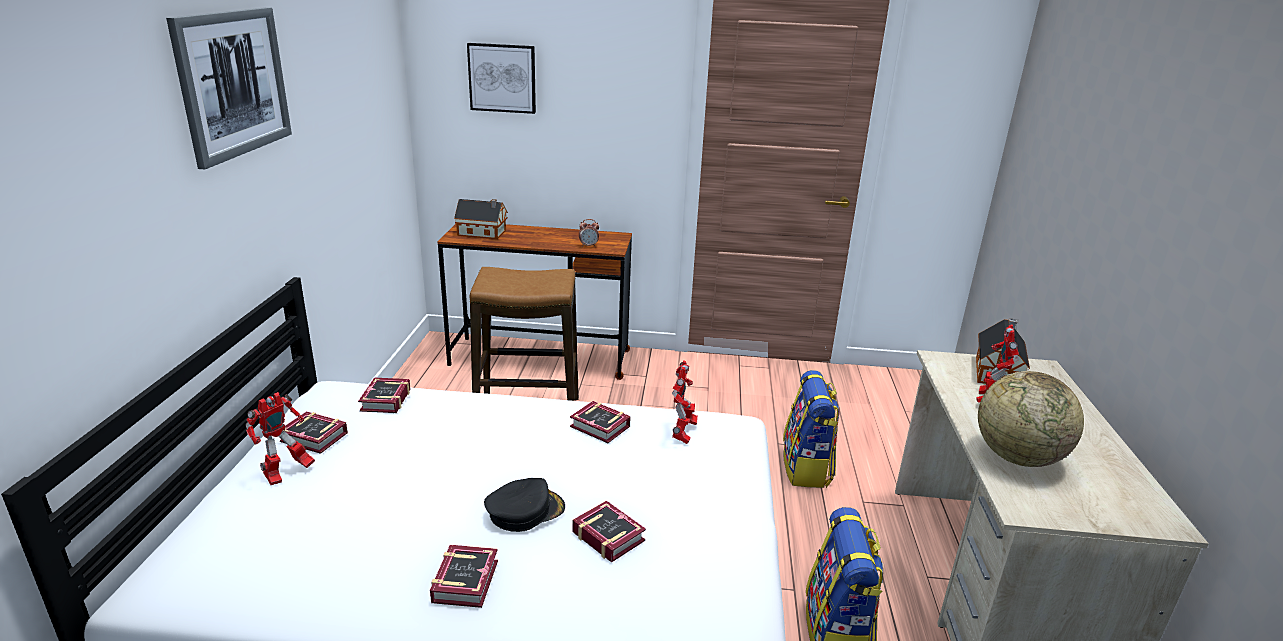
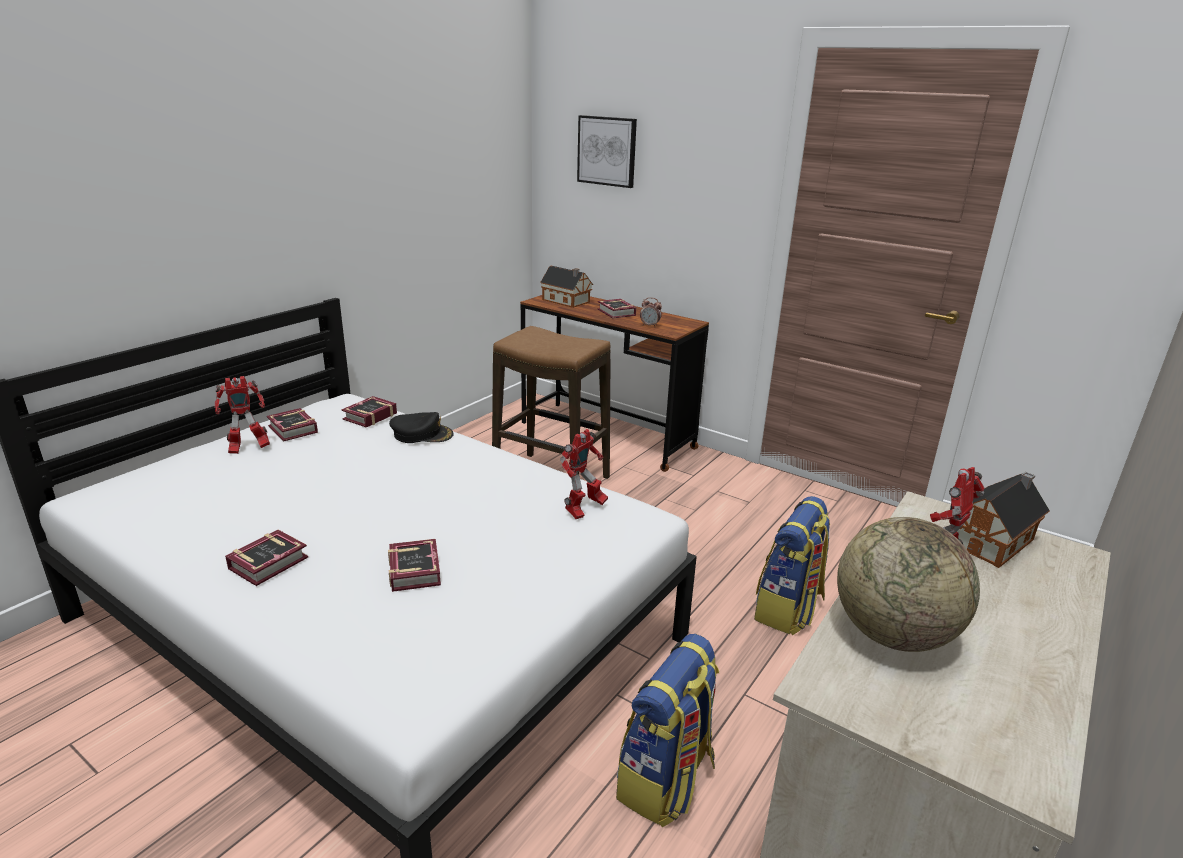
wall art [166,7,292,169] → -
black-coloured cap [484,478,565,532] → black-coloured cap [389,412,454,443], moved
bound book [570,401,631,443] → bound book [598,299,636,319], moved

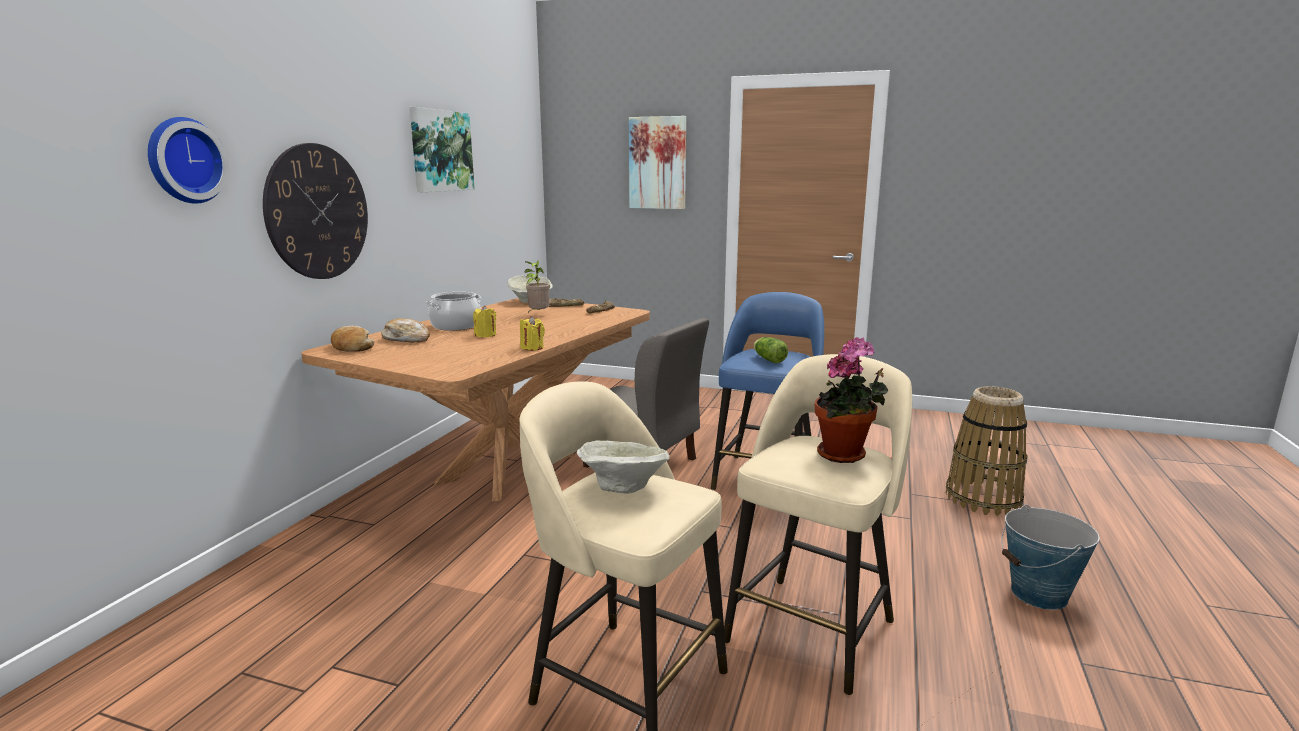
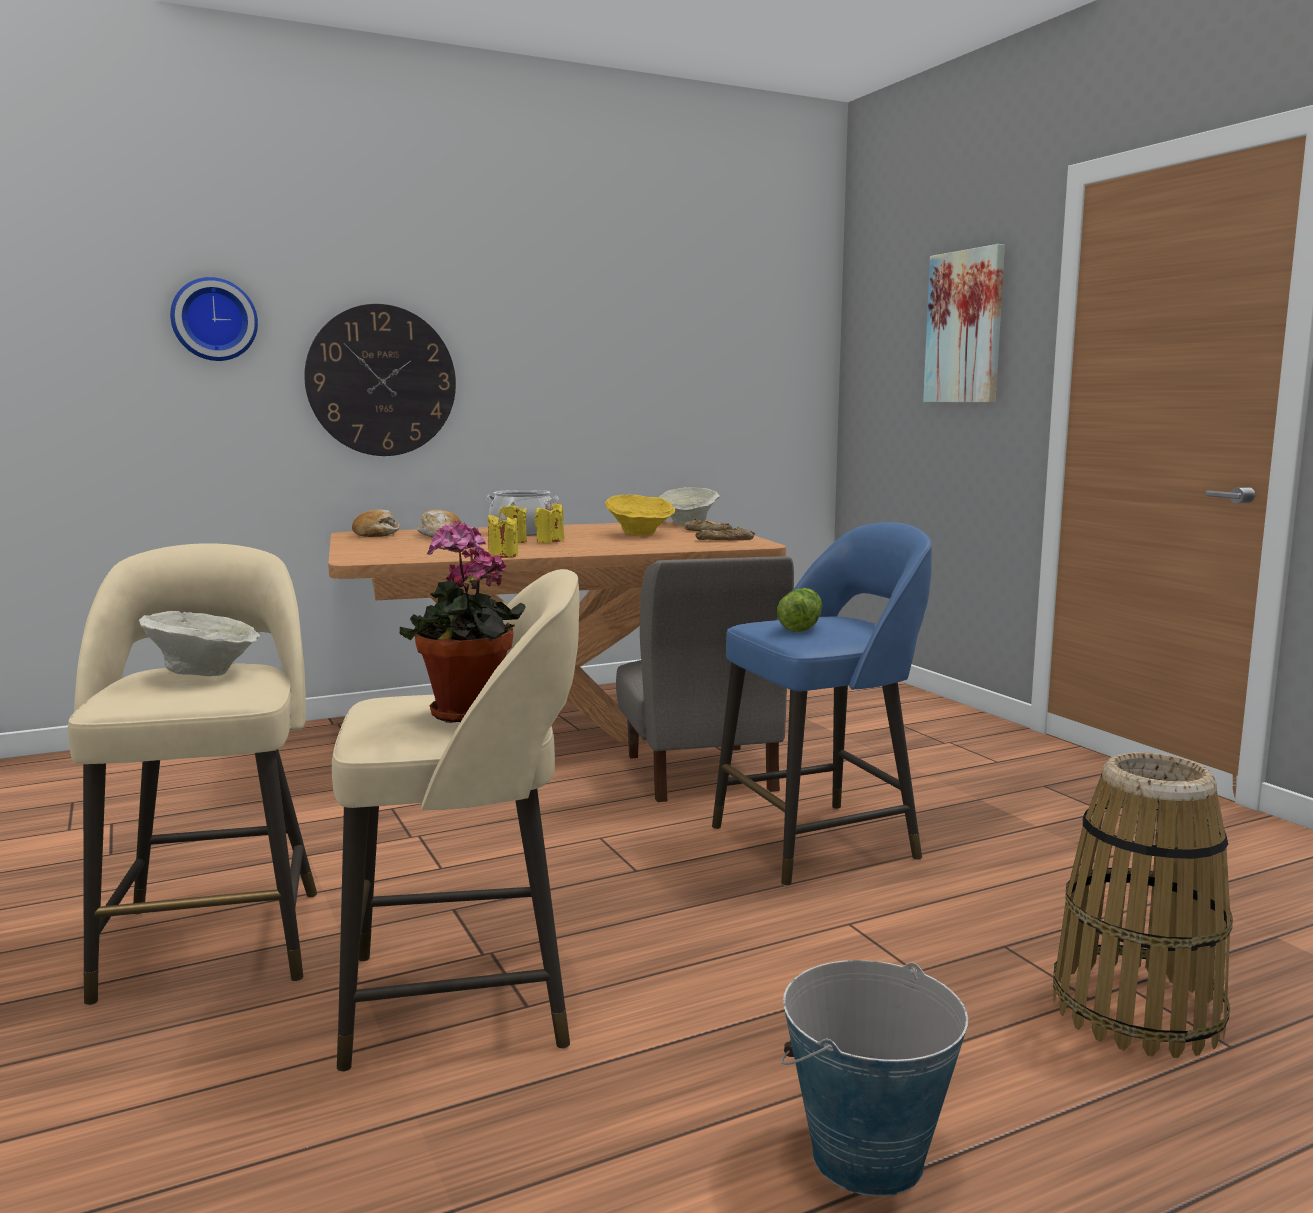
wall art [410,107,475,192] → -
plant in a pot [525,260,550,313] → yellow-coloured bowl [605,495,675,536]
- → yellow-coloured wax candle [534,501,564,543]

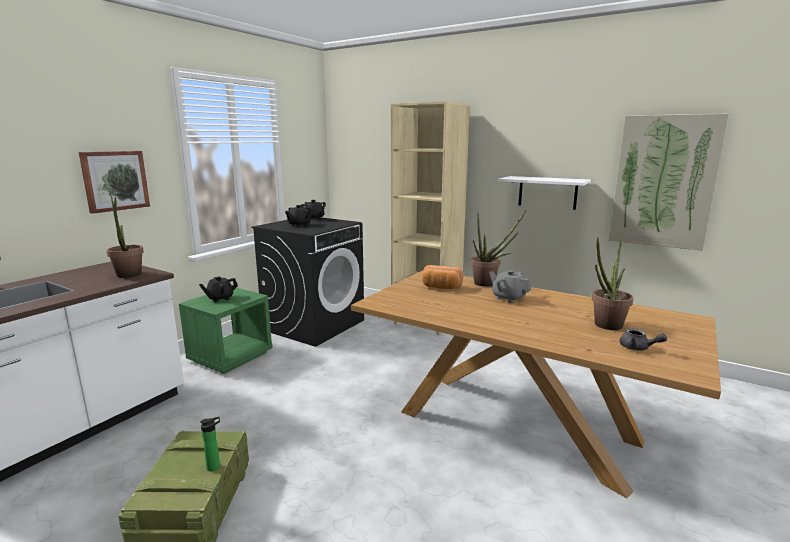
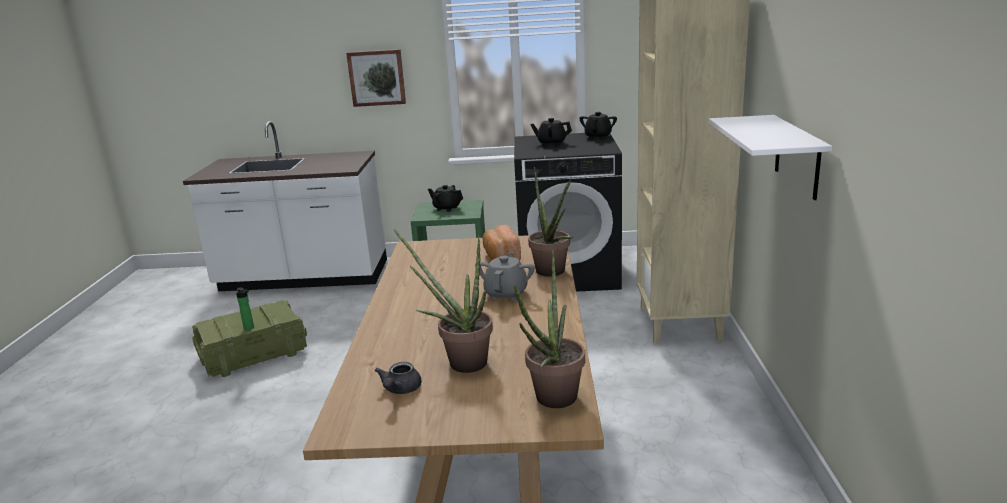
plant in a pot [106,194,144,278] → plant in a pot [514,250,585,408], moved
wall art [609,113,729,251] → -

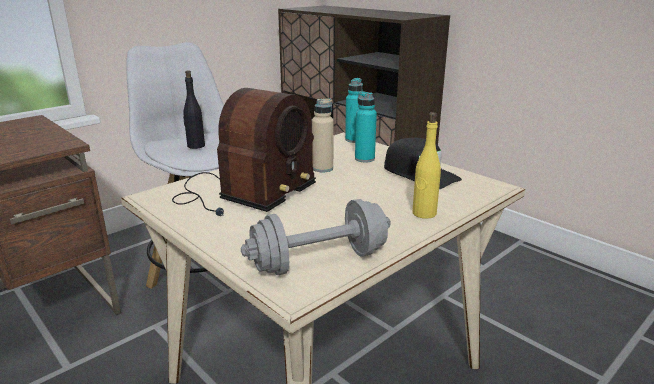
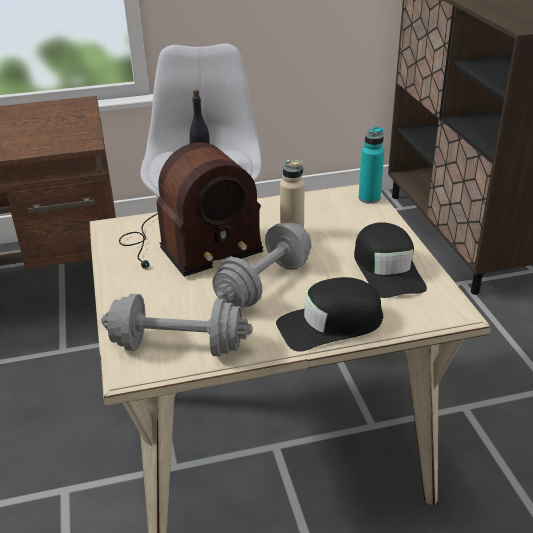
blue-green bottle [355,91,377,162] → -
yellow-coloured bottle [412,112,441,219] → black-coloured cap [276,277,383,352]
- → grey dumbbell [212,223,312,307]

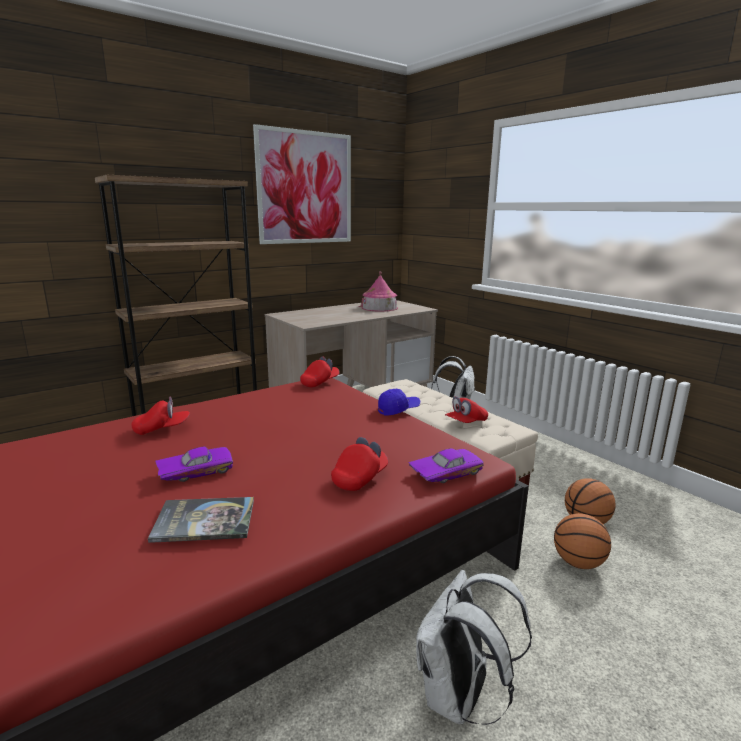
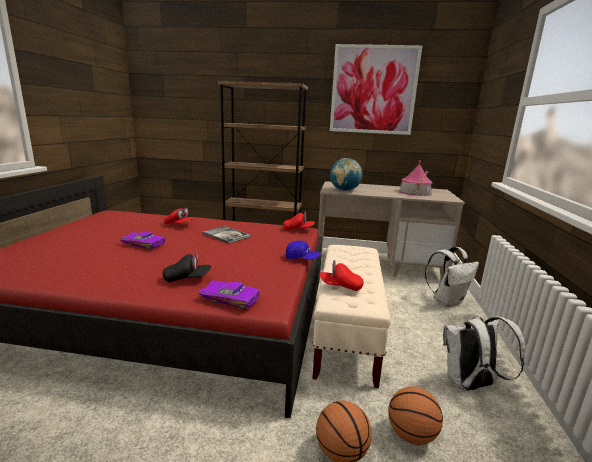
bound book [148,497,254,543] → bound book [203,226,251,244], moved
reddish cap [331,437,388,491] → black-coloured cap [162,251,211,282]
whitish knapsack [416,570,532,725] → whitish knapsack [443,316,525,391], moved
- → desk globe [330,158,362,191]

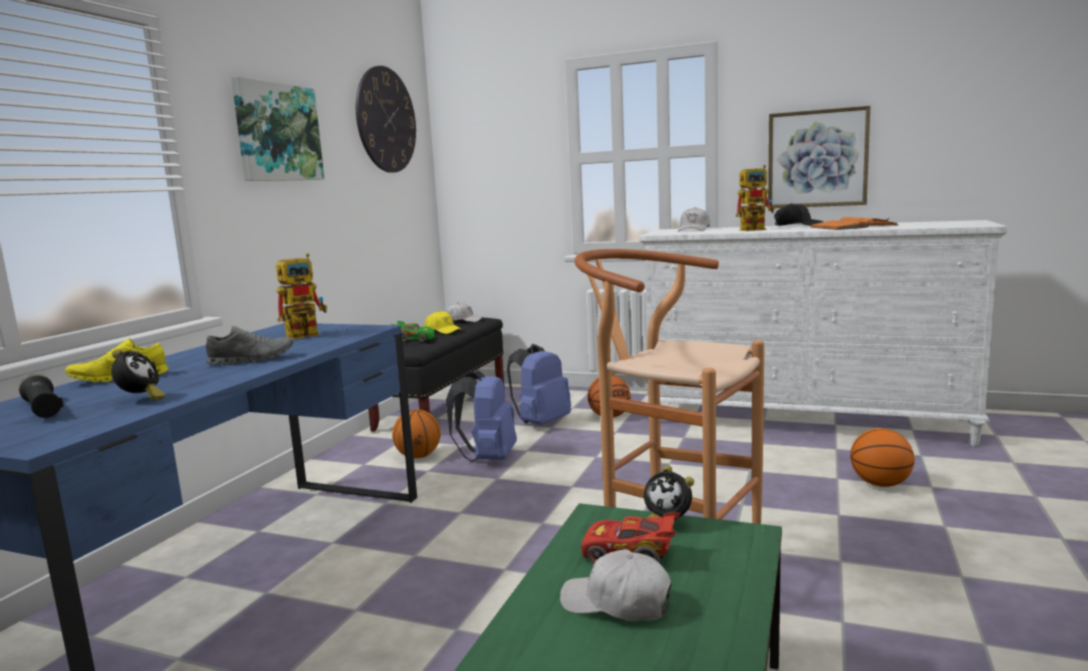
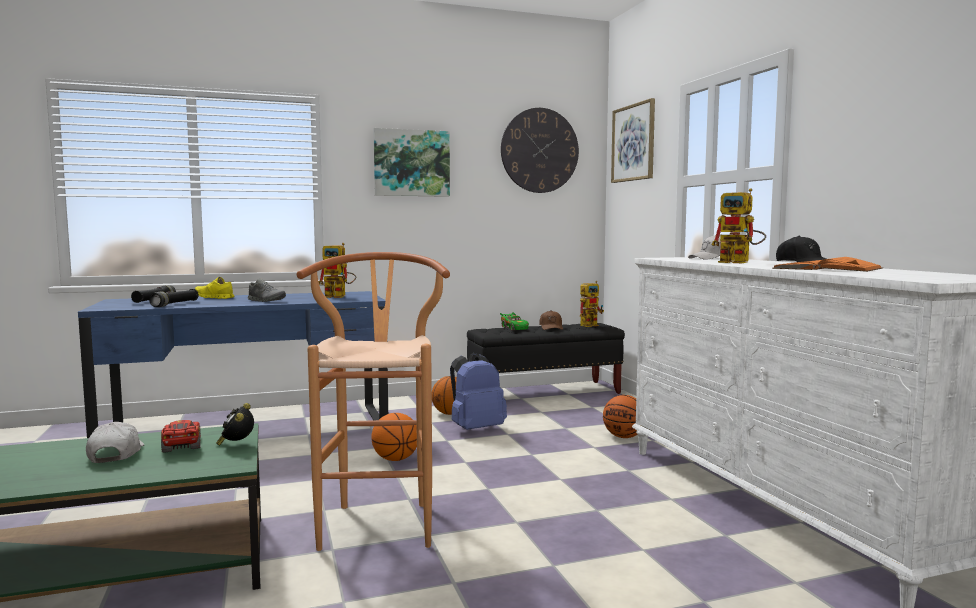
table clock [111,349,166,400] → black-coloured hand torch [149,289,199,307]
yellow-coloured cap [425,311,463,334] → brown-coloured cap [539,310,563,330]
whitish cap [445,302,483,322] → model robot [580,281,604,327]
blue knapsack [507,344,571,425] → -
wall art [768,106,870,208] → wall art [611,98,655,183], moved
ball for basketball [850,428,914,487] → ball for basketball [371,413,417,461], moved

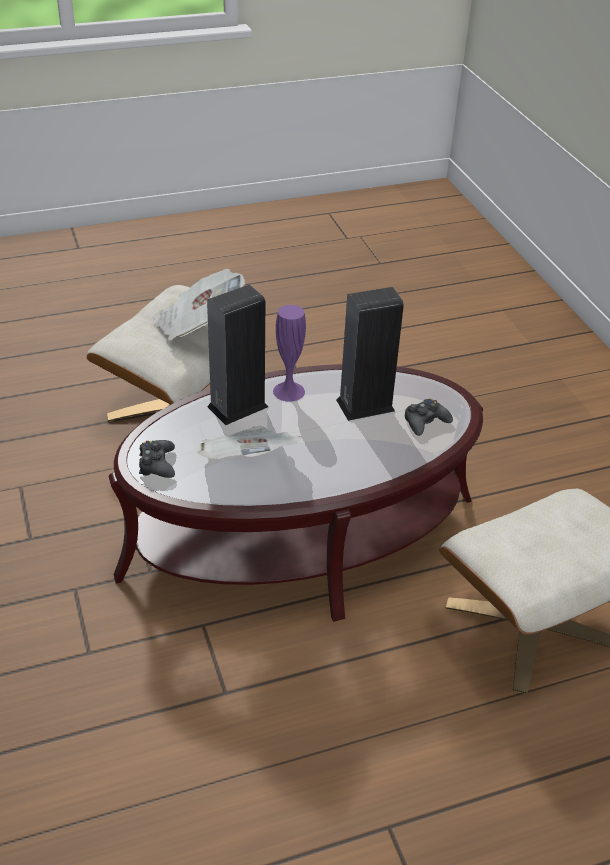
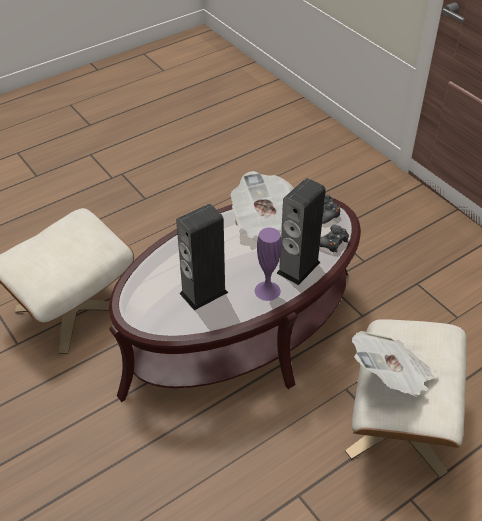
black-coloured gamepad [405,399,453,436] → black-coloured gamepad [320,225,349,253], moved

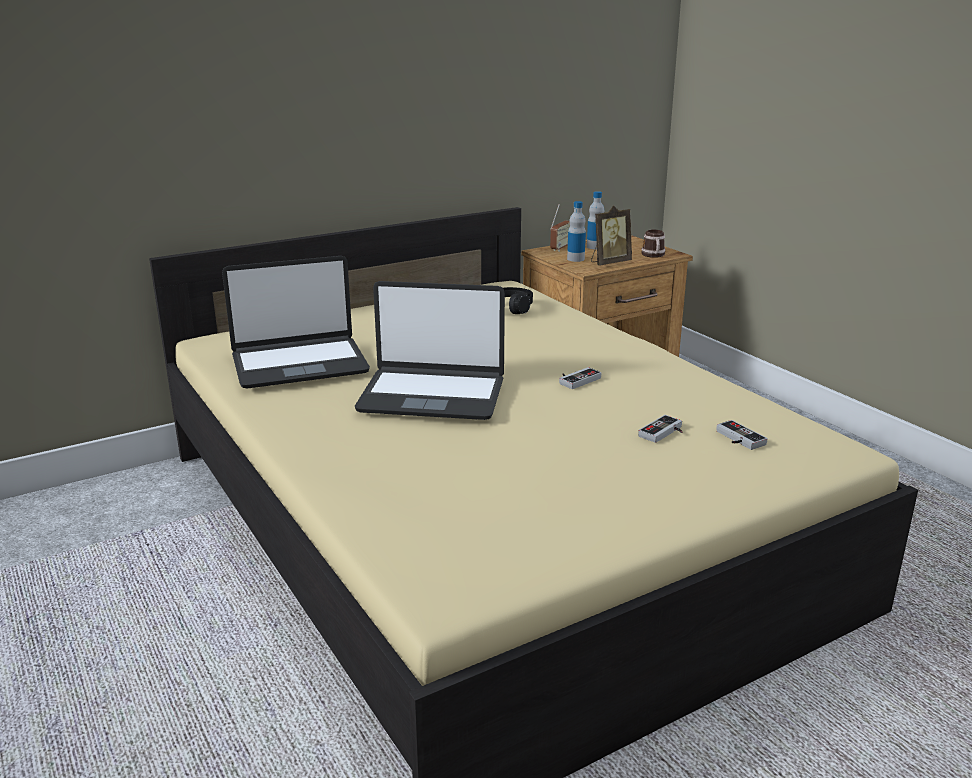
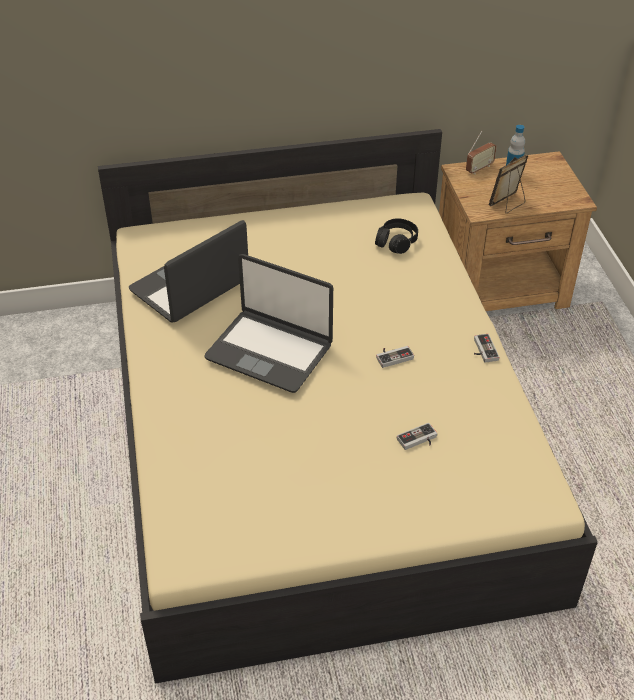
laptop [222,256,370,389] → laptop [129,220,248,323], 135 degrees clockwise
bottle [567,201,586,262] → -
photo frame [591,205,632,266] → photo frame [489,155,528,214], 150 degrees clockwise
tea mug [641,230,666,258] → -
gamepad [716,420,768,450] → gamepad [474,334,499,363], moved

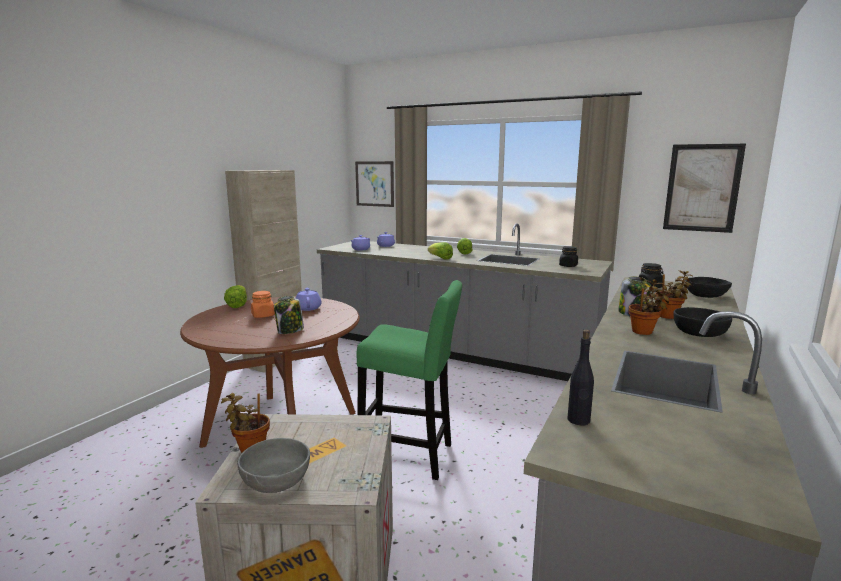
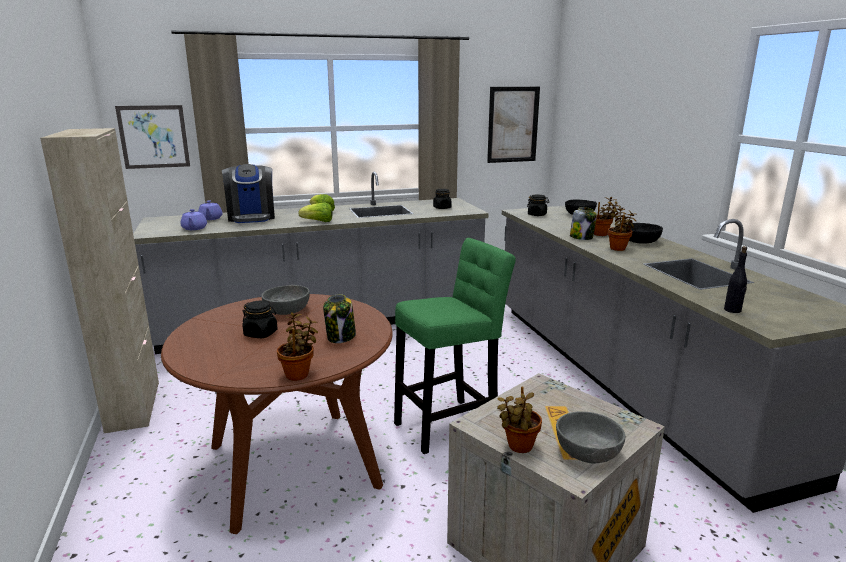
head of lettuce [224,285,247,308] → -
orange-coloured storage jar [251,291,275,318] → black-coloured storage jar [242,301,278,338]
purple tea pot [295,287,321,311] → grey bowl [262,285,310,315]
- → coffee maker [222,164,275,223]
- → plant in a pot [277,312,318,381]

